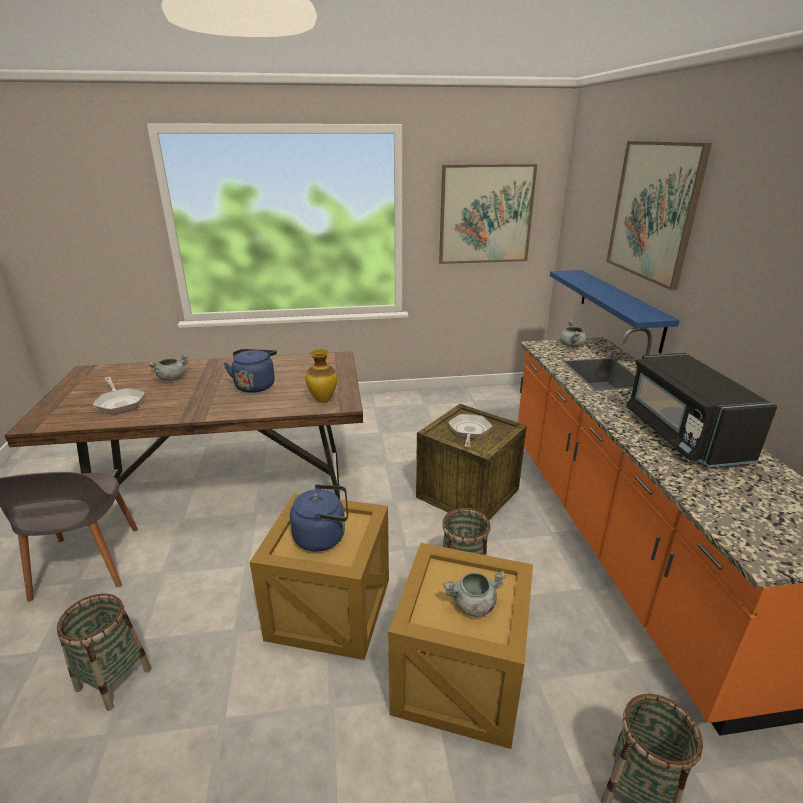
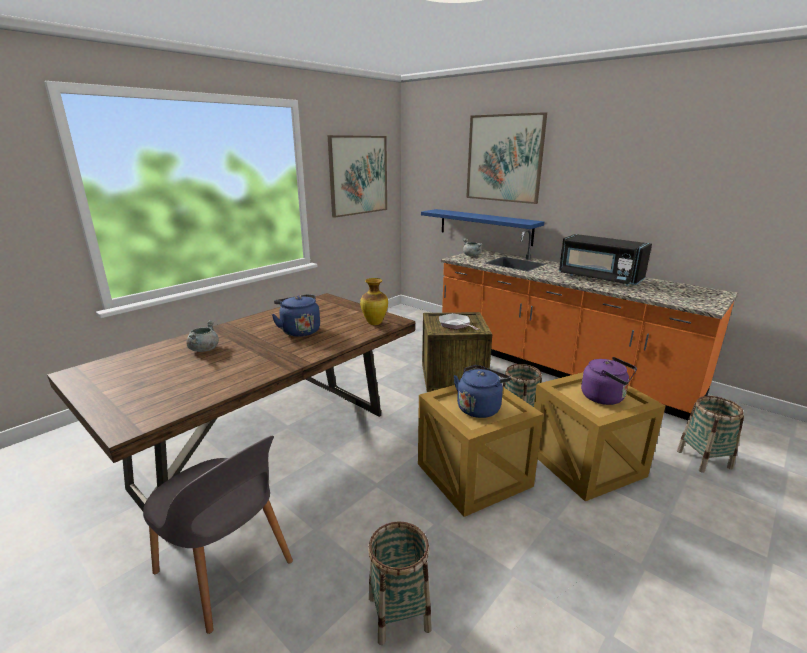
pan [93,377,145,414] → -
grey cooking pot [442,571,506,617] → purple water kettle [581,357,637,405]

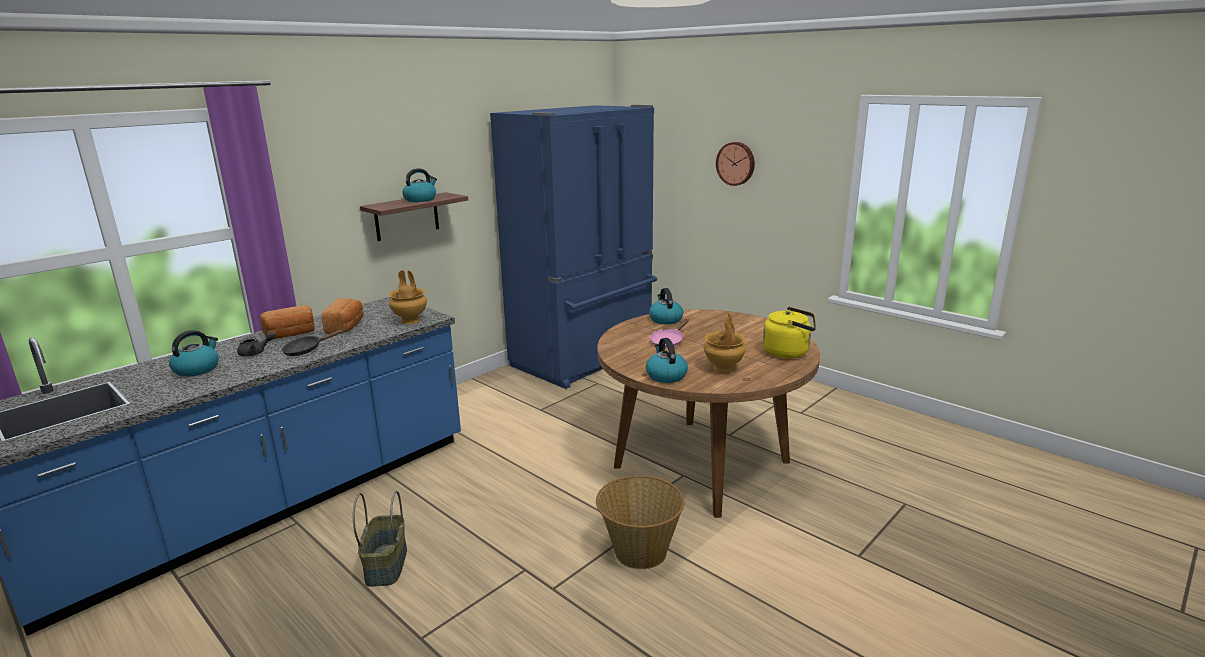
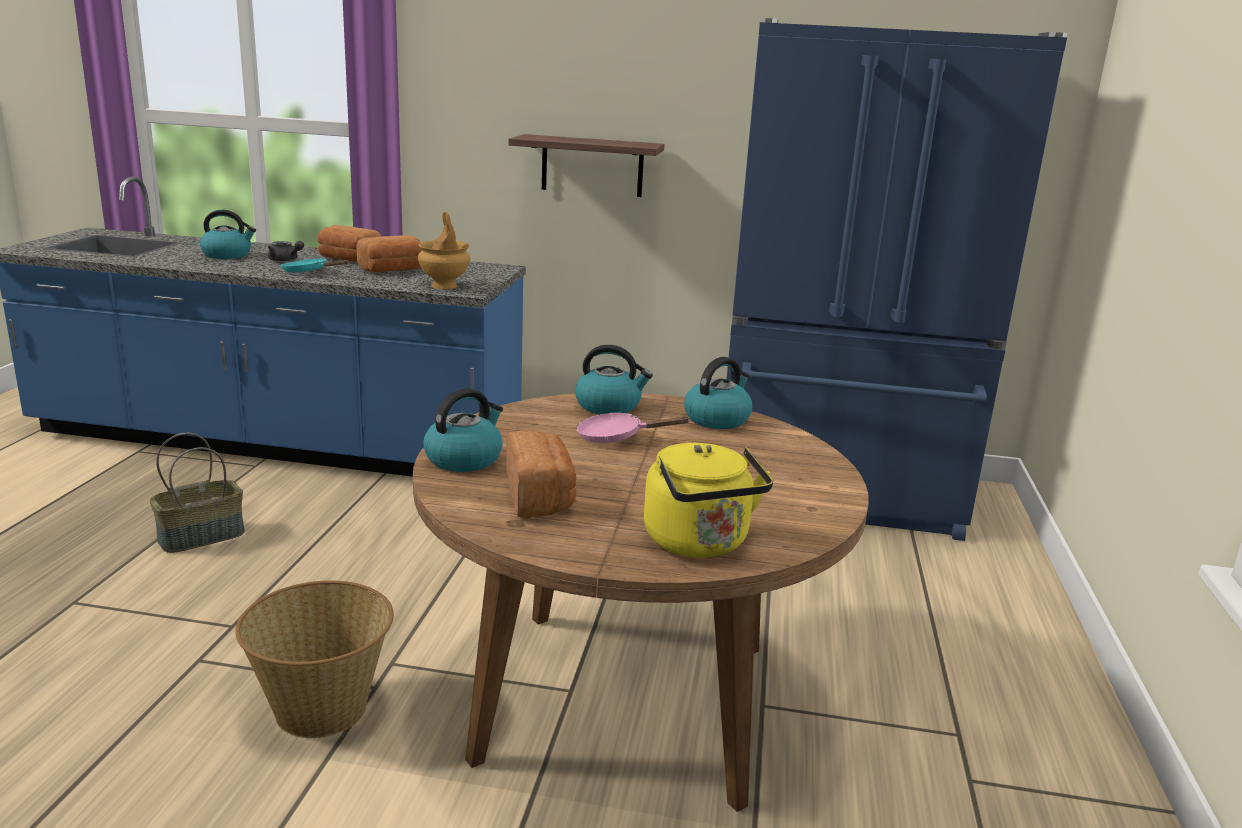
black-coloured pan [282,328,346,356] → blue-green pan [280,258,349,272]
water kettle [403,168,437,202] → water kettle [575,345,653,414], moved
brown-coloured flower vase [704,313,746,373] → bakery bread [506,431,577,519]
clock on the wall [716,142,755,186] → -

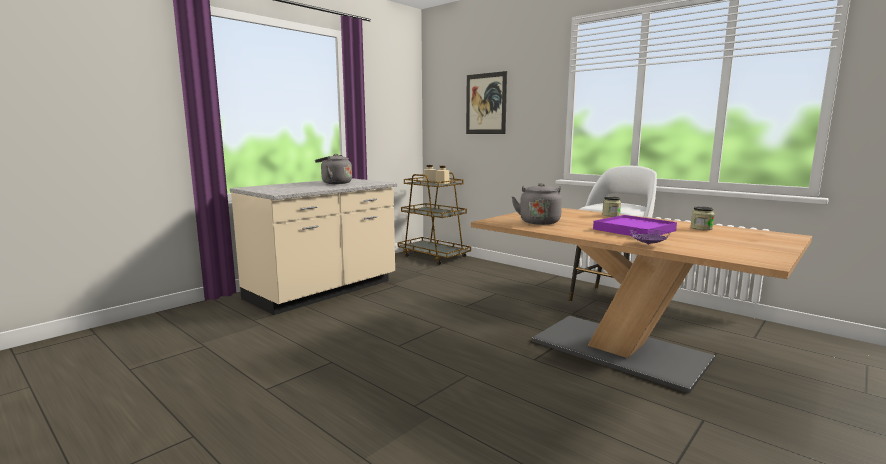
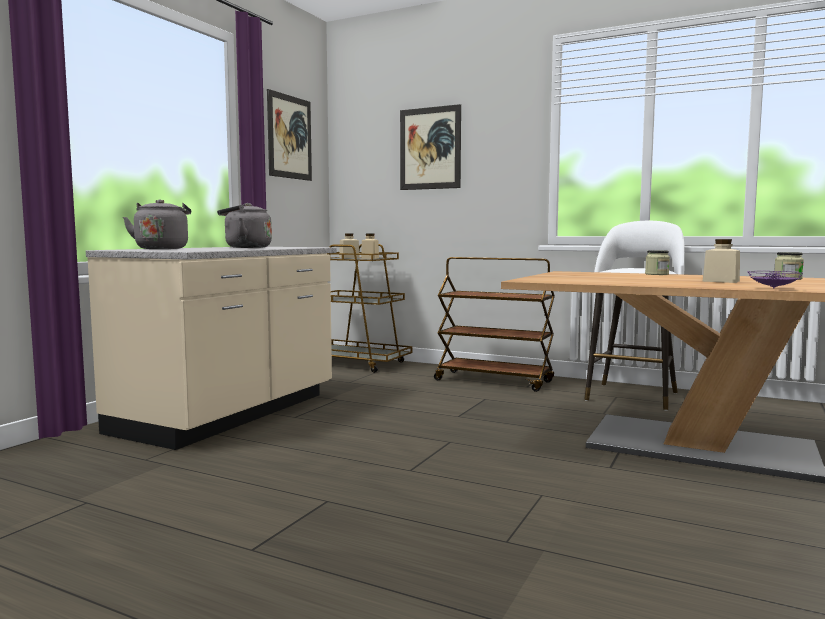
grey water kettle [511,183,562,225] → grey water kettle [123,199,191,249], moved
purple tray [593,215,677,236] → sand-coloured storage jar [703,239,740,283]
- → wall art [267,89,312,181]
- → brown-coloured wheeled cart [434,257,555,392]

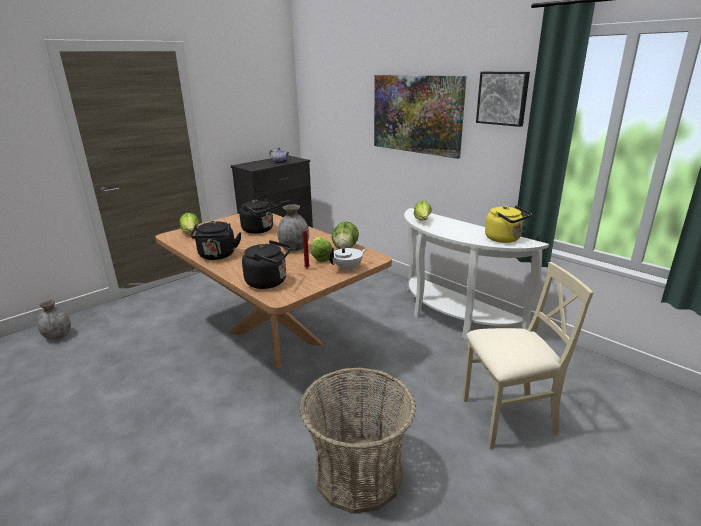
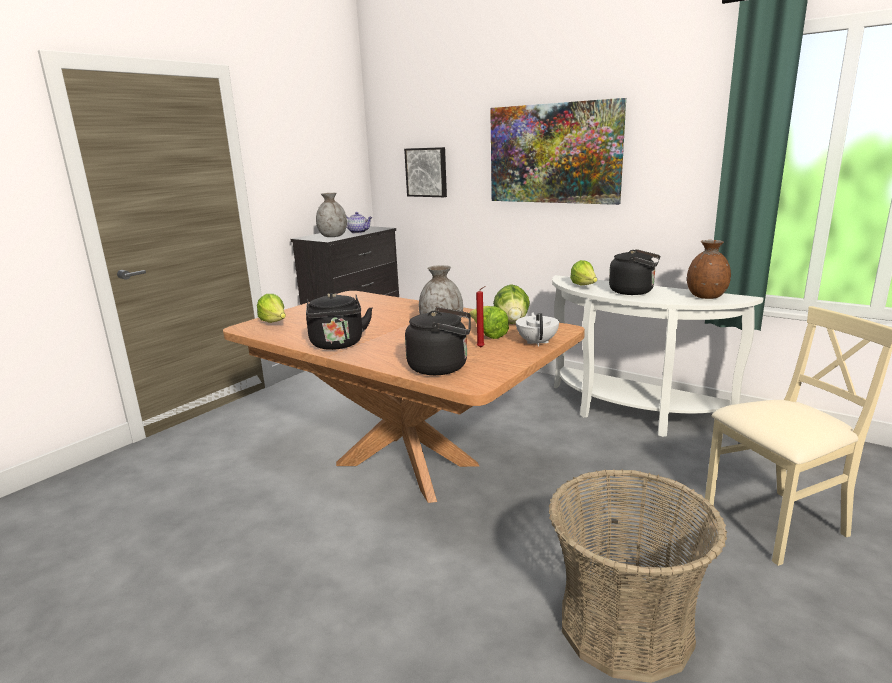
grey flower vase [37,300,71,340] → grey flower vase [316,193,347,237], moved
black-coloured water kettle [239,198,278,234] → black-coloured water kettle [609,249,660,295], moved
whitish tea pot [329,247,367,271] → whitish tea pot [516,312,559,347], 45 degrees counterclockwise
wall art [476,72,530,127] → wall art [404,147,447,197], moved
yellow-coloured water kettle [485,205,532,243] → brown-coloured flower vase [687,240,731,299]

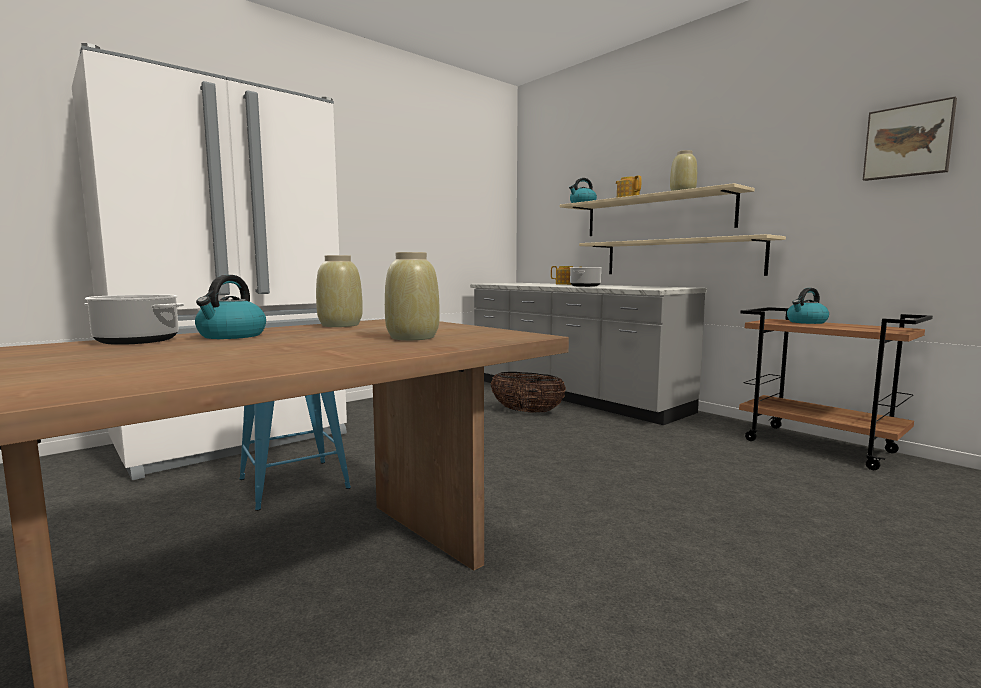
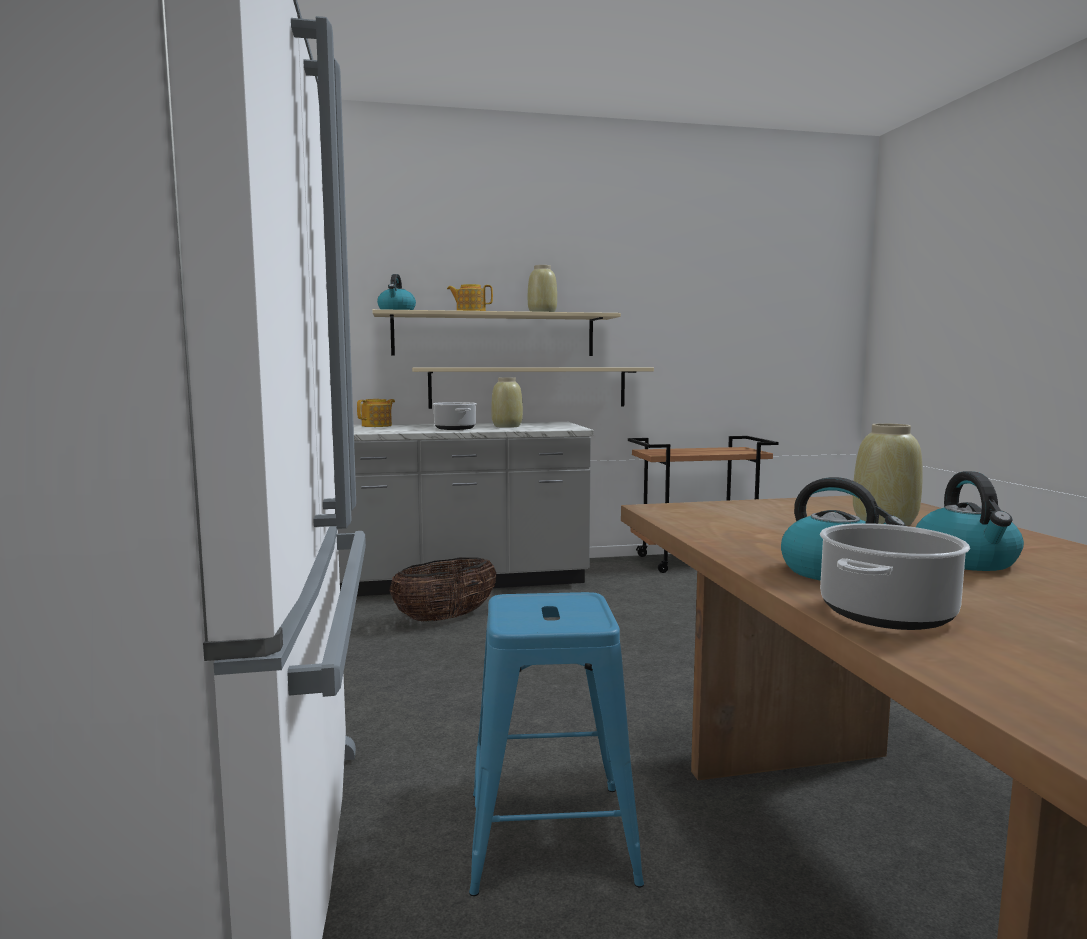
sand-coloured flower vase [316,255,363,327] → sand-coloured flower vase [491,377,523,428], moved
water kettle [787,288,829,324] → water kettle [916,471,1024,571], moved
wall art [863,97,957,181] → -

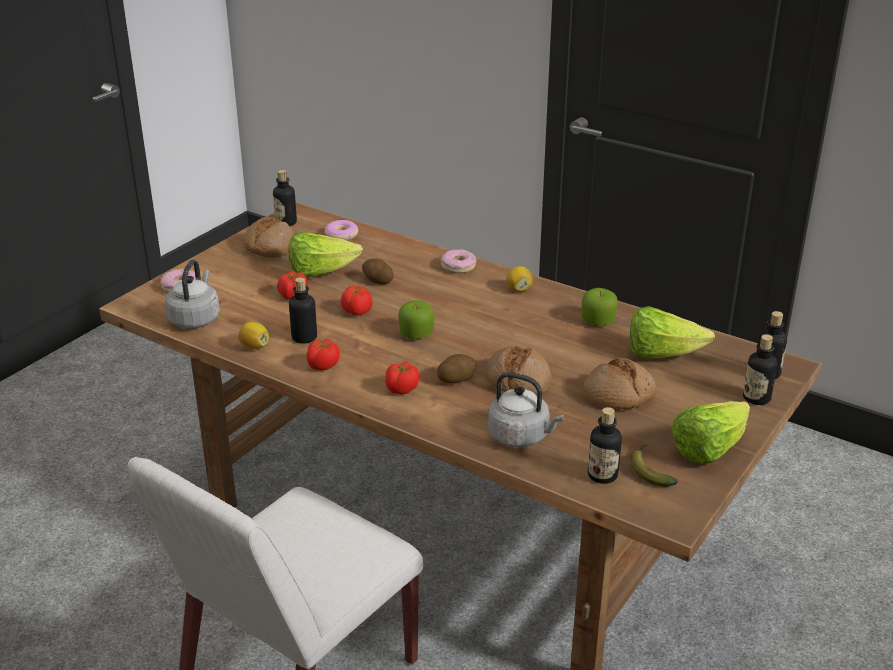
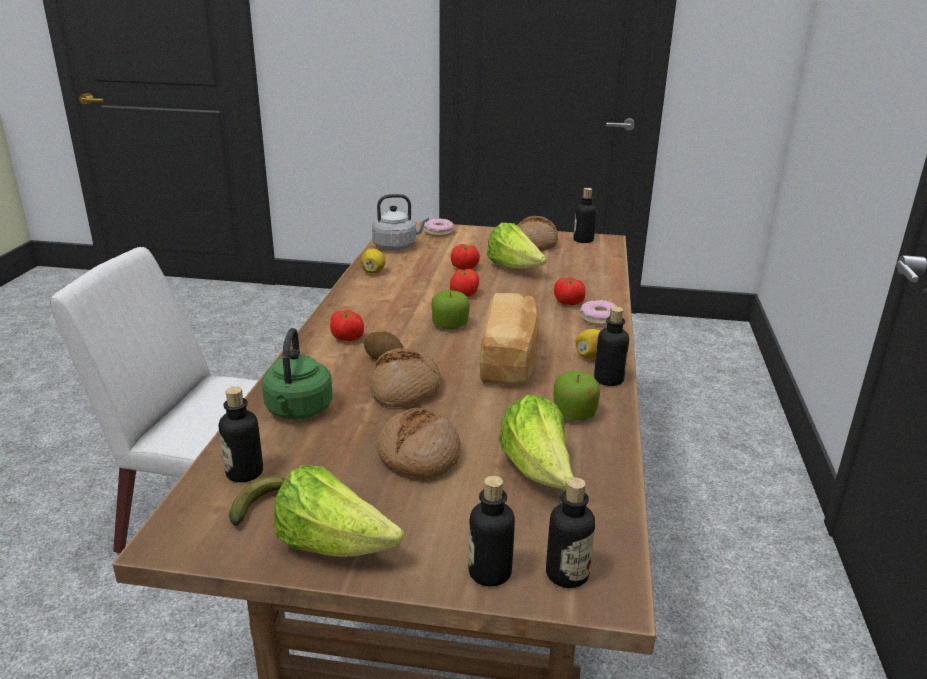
bottle [289,277,317,344] → bottle [594,307,629,386], moved
fresh tomato [306,339,340,371] → fresh tomato [554,277,586,306], moved
donut [325,220,358,241] → -
whole potato [362,259,393,285] → -
grey water kettle [488,372,564,447] → green-coloured water kettle [262,328,333,419]
- → bakery bread [480,293,539,385]

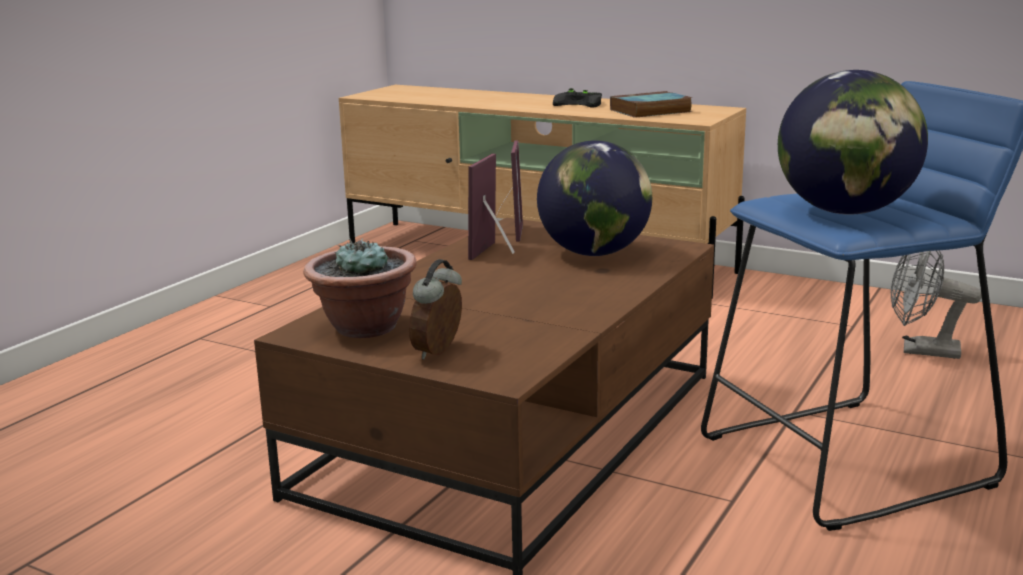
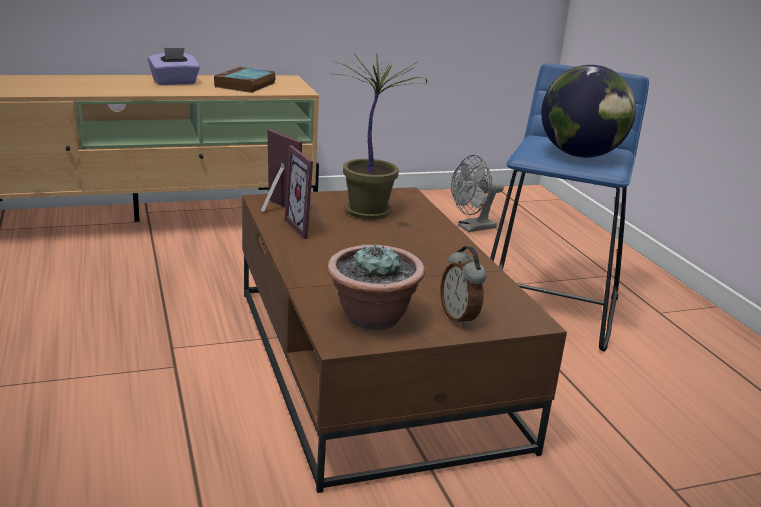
desk globe [537,140,652,256] → plant in a pot [332,53,427,219]
black-coloured gamepad [553,88,602,108] → purple tissue box [148,48,200,85]

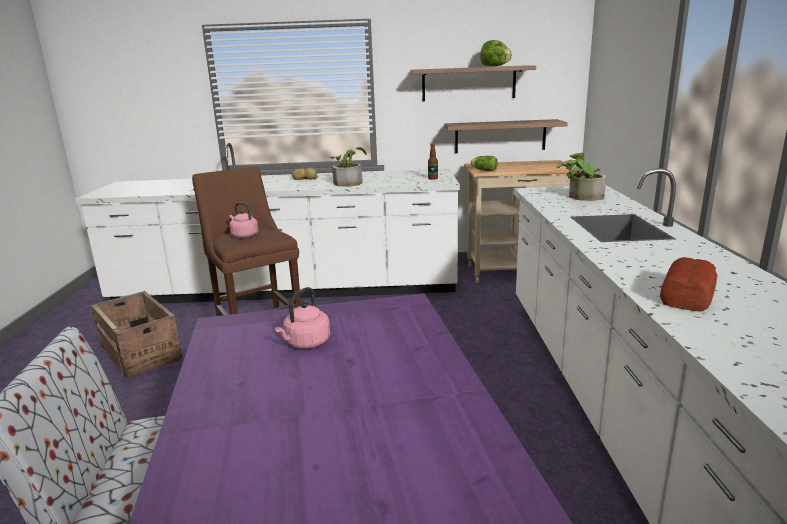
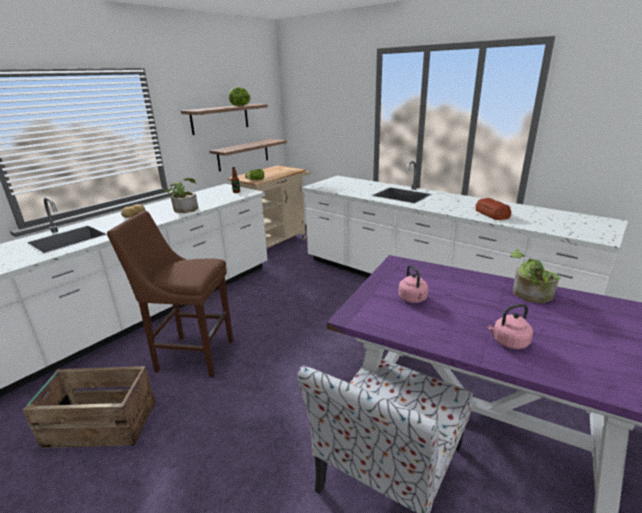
pinkish water kettle [229,202,258,238] → pinkish water kettle [488,304,533,349], moved
plant in a pot [556,153,607,201] → plant in a pot [510,249,560,303], moved

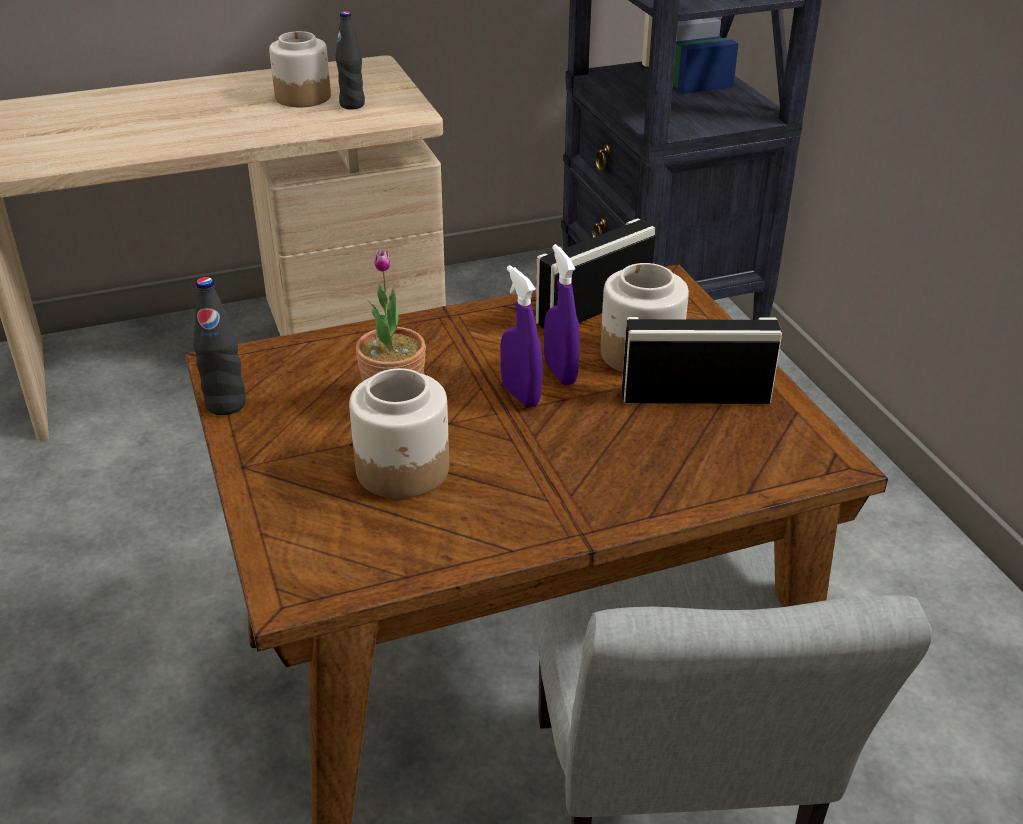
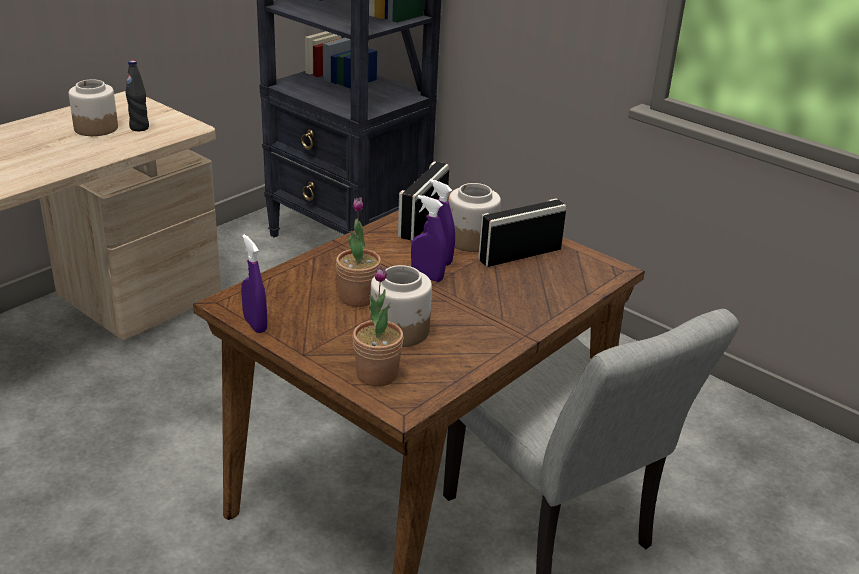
black-coloured bottle [193,277,246,415] → purple sprayer [241,234,267,333]
- → plant in a pot [353,266,404,387]

